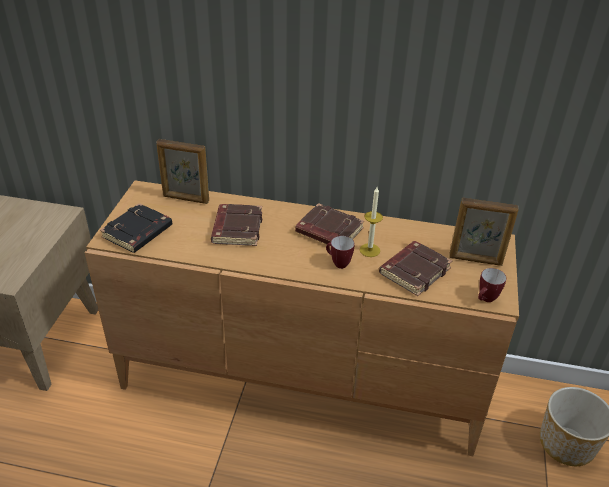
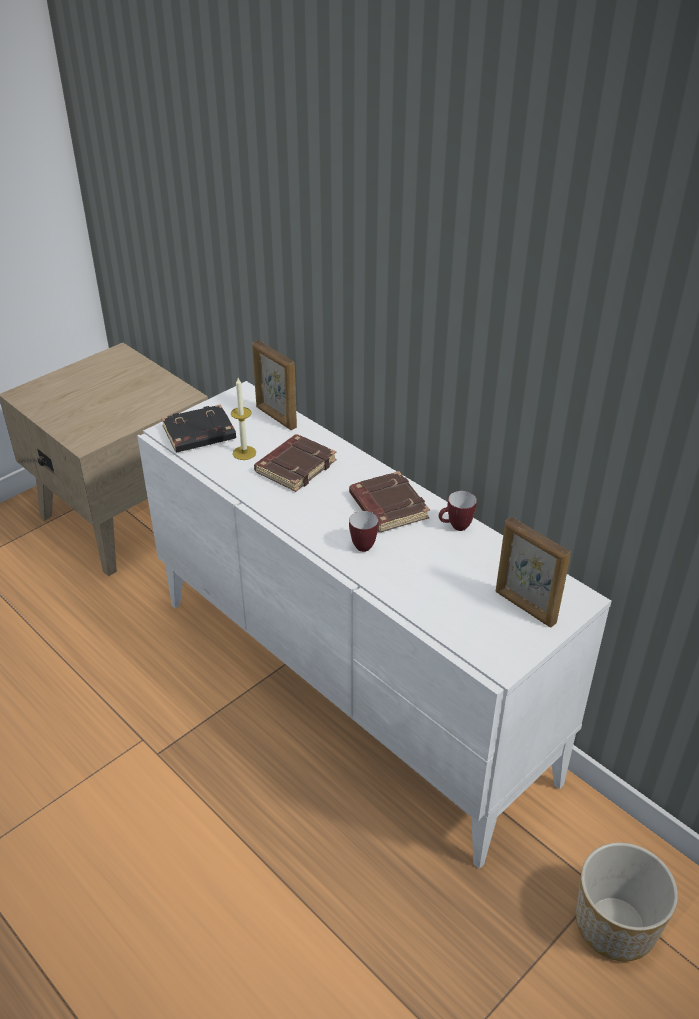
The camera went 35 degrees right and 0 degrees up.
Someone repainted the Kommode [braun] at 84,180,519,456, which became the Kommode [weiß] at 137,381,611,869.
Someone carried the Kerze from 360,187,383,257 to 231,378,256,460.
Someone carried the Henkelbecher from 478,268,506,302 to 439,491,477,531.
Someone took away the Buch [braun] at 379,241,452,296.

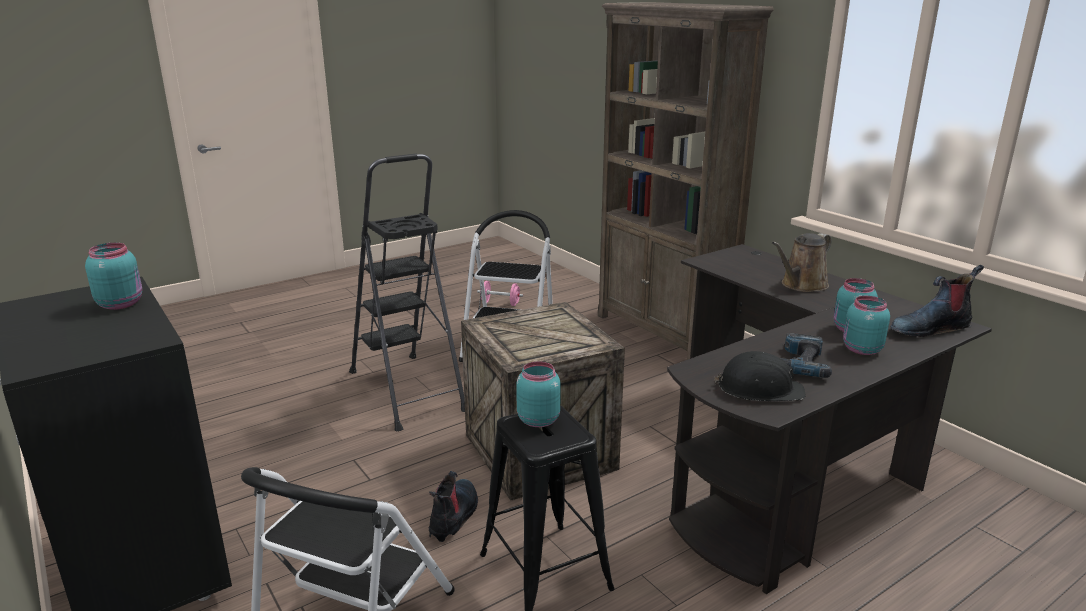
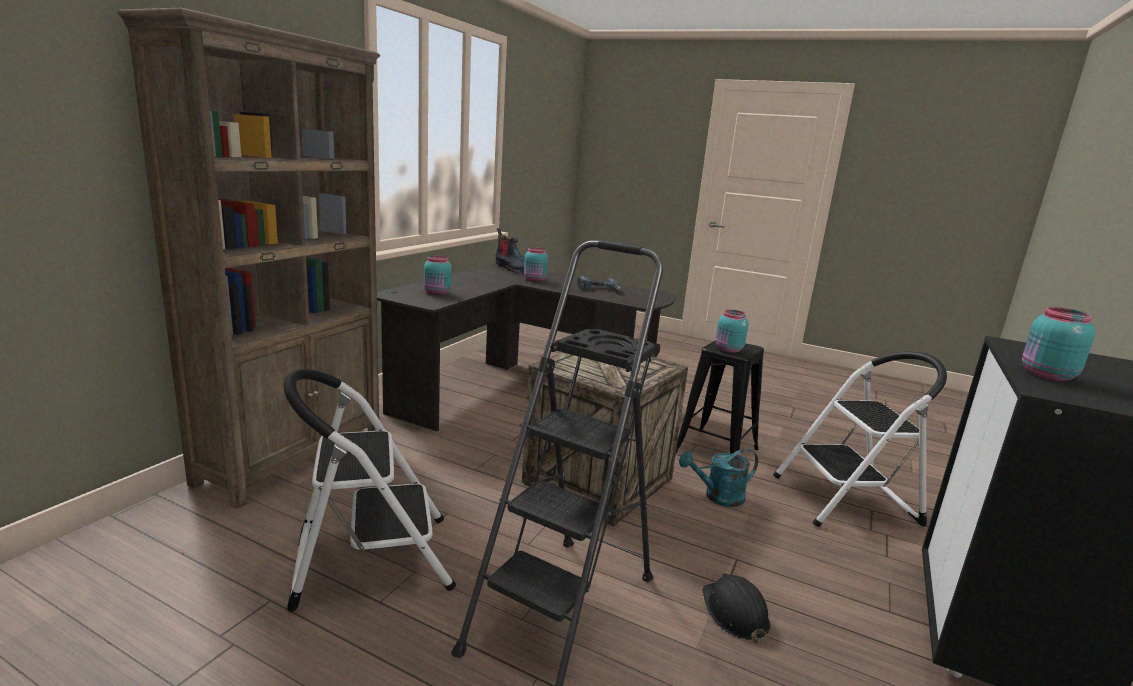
The camera went 120 degrees left and 5 degrees down.
Someone carried the Vorratsglas [türkis] from 843,296,890,355 to 424,255,452,295.
Someone swapped the Stiefel at 429,471,478,542 for the Gießkanne [türkis] at 679,449,758,507.
Someone carried the Schutzhelm [schwarz] from 714,351,805,401 to 702,574,770,644.
Someone took away the Hantel [rosa] at 477,281,523,306.
Someone took away the Gießkanne [braun] at 772,233,832,292.

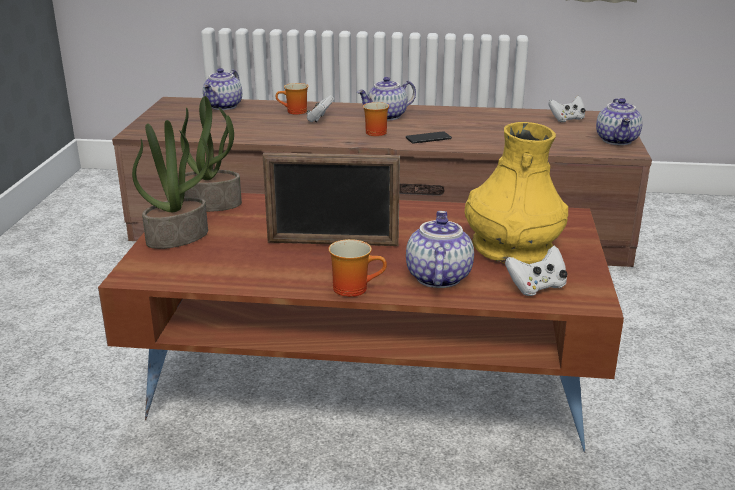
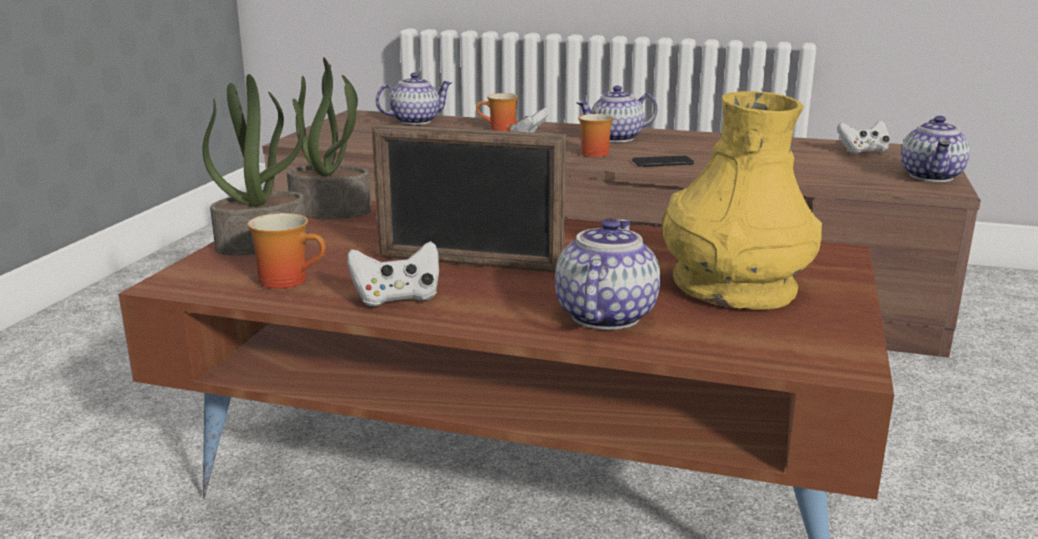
The camera went 10 degrees right and 5 degrees down.
Someone carried the Henkelbecher from 328,239,387,297 to 247,213,326,289.
Someone carried the Gamepad [weiß] from 505,246,567,296 to 347,241,439,306.
Someone rotated the Teekanne at 203,68,242,110 by 150 degrees counterclockwise.

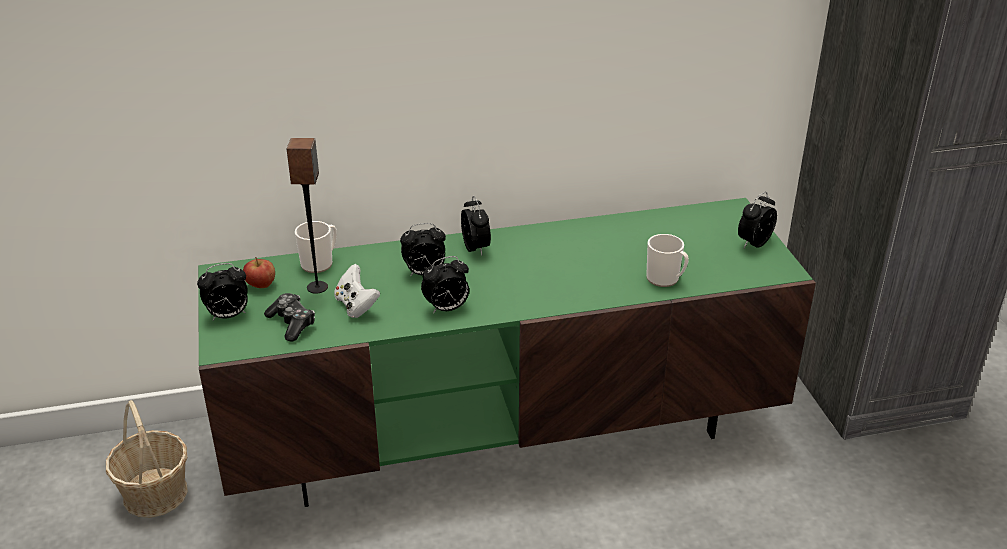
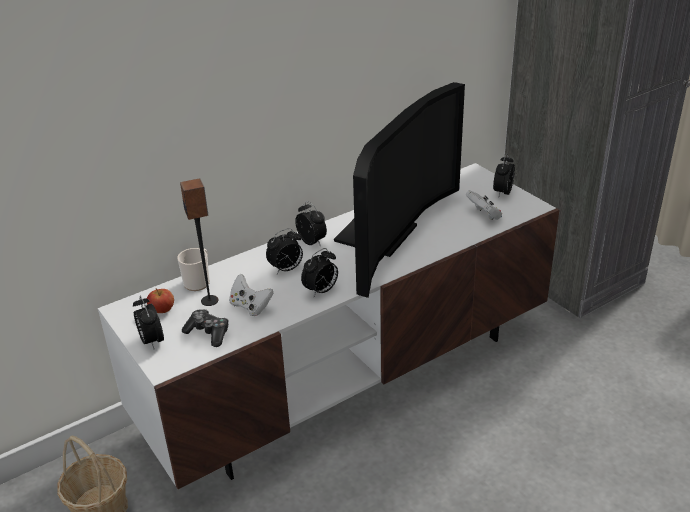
The camera went 20 degrees left and 0 degrees up.
Someone repainted the Fernsehschrank [grün] at 198,198,816,507, which became the Fernsehschrank [weiß] at 98,163,560,489.
Someone rotated the Wecker at 197,263,248,320 by 105 degrees clockwise.
Someone put down the Fernseher at 334,82,465,298.
Someone put down the Gamepad [weiß] at 466,190,502,220.
Someone took away the Henkelbecher at 646,234,689,287.

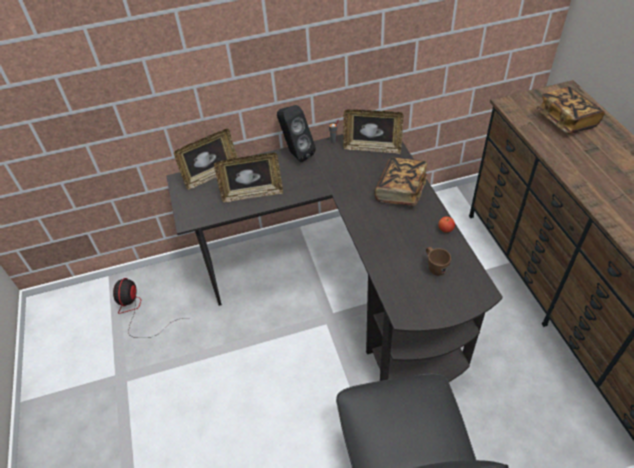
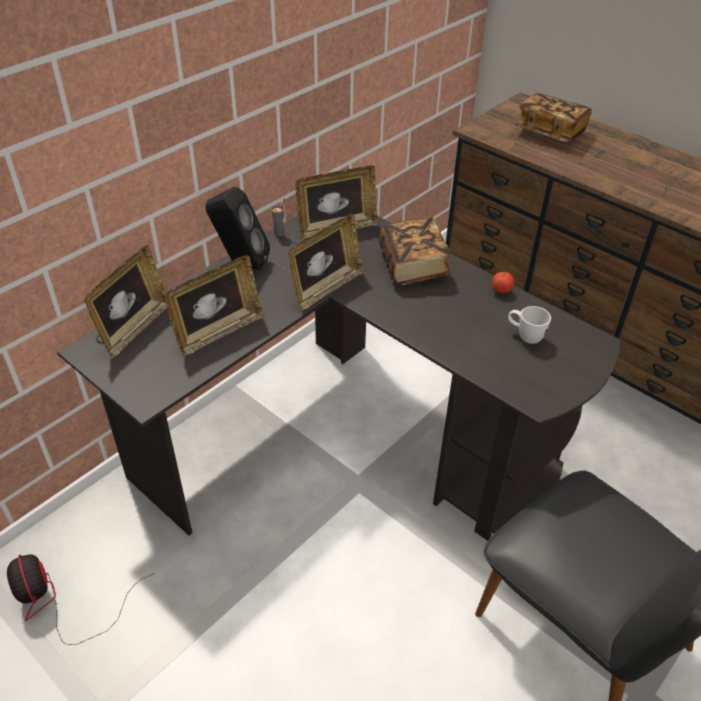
The camera went 35 degrees left and 5 degrees down.
Someone put down the Bilderrahmen at 288,213,364,311.
Someone repainted the Henkelbecher [braun] at 426,247,451,276, which became the Henkelbecher [weiß] at 508,306,551,344.

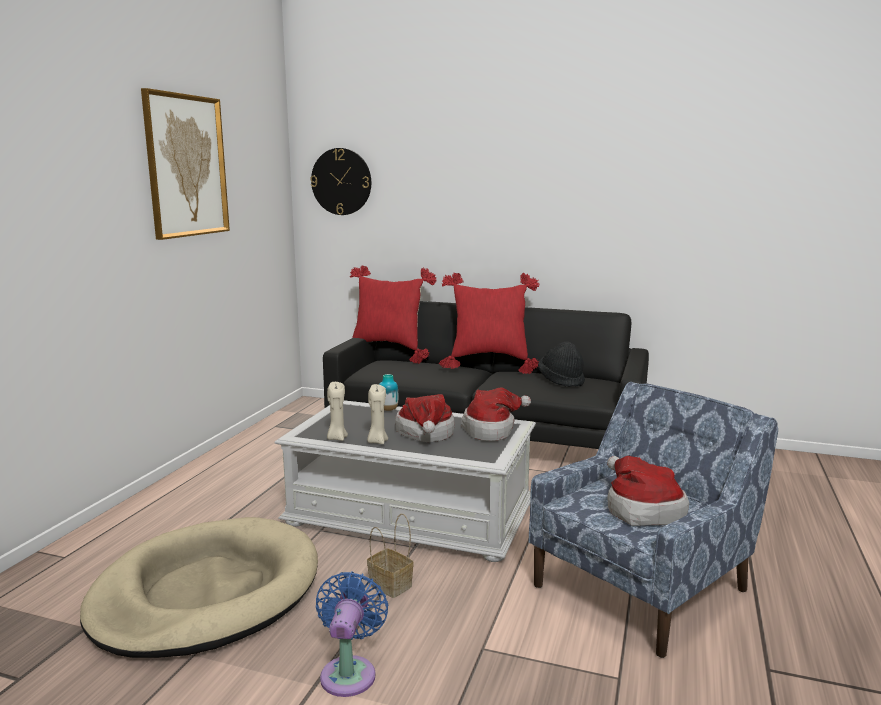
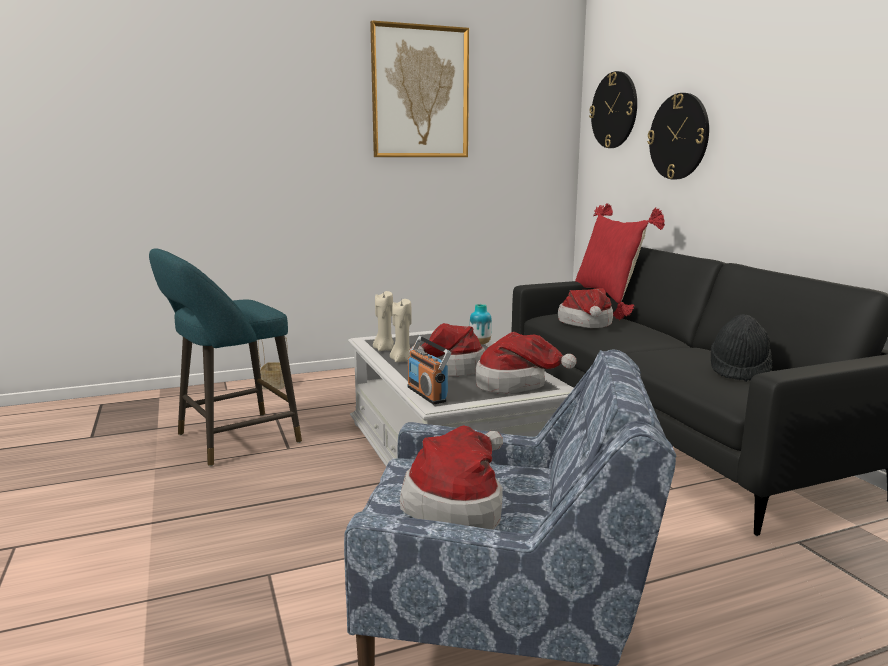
The camera went 50 degrees right and 0 degrees up.
Someone swapped the Hundebett [beige] at 80,517,318,658 for the Hocker [türkis] at 149,248,302,467.
Someone carried the Korb from 367,514,414,598 to 258,337,288,390.
Someone put down the Radio at 408,336,451,404.
Someone put down the Hut at 558,288,613,328.
Someone put up the Wanduhr at 647,93,709,179.
Someone took away the Ventilator [blau] at 316,571,388,697.
Someone took away the Kissen [rot] at 439,273,540,374.

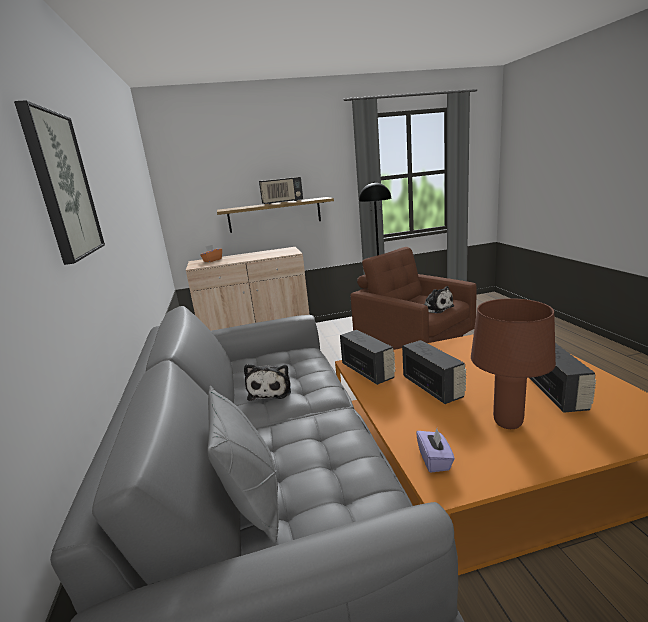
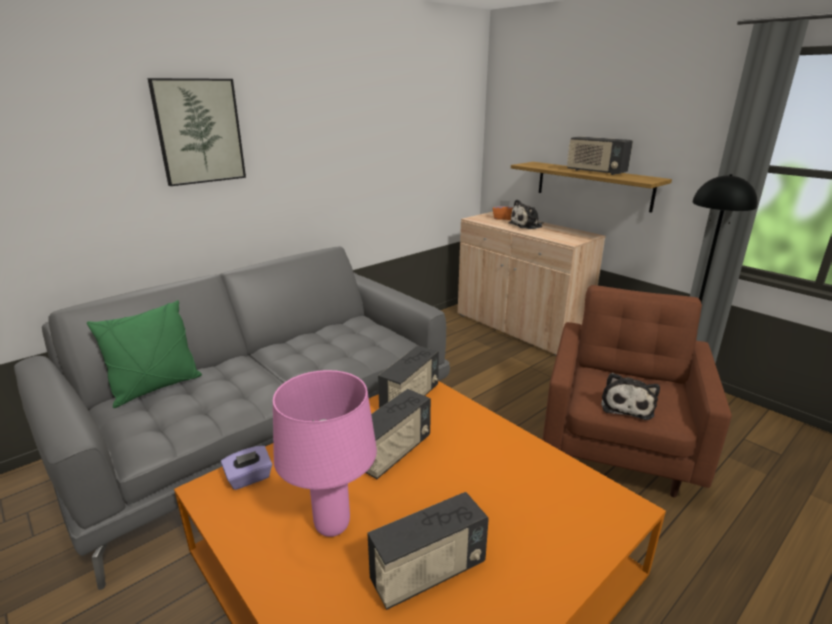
The camera went 60 degrees right and 5 degrees up.
Someone repainted the Kissen [grau] at 207,386,279,544, which became the Kissen [grün] at 87,300,202,408.
Someone repainted the Tischlampe [braun] at 471,298,556,429, which became the Tischlampe [rosa] at 273,370,377,537.
Someone carried the Plüschtier from 244,364,291,401 to 509,199,544,229.

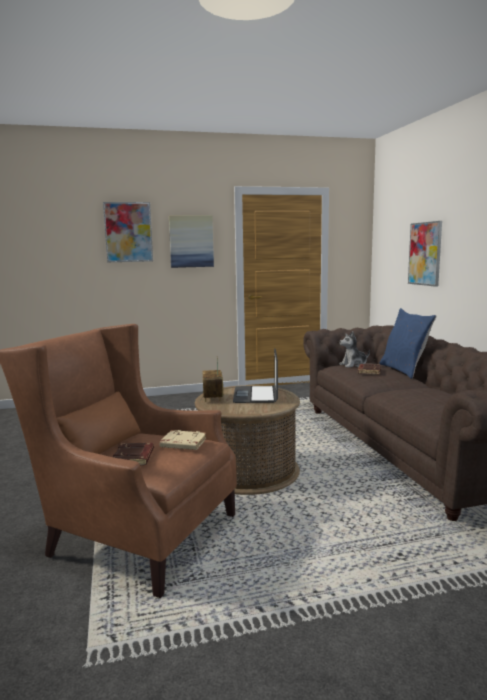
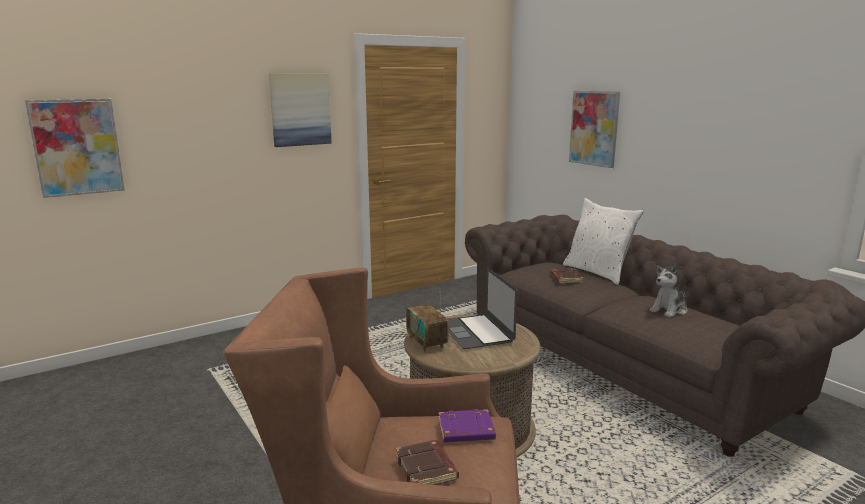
The camera went 20 degrees left and 5 degrees up.
Someone carried the Bild from 103,202,153,262 to 25,99,125,198.
Someone repainted the Buch [beige] at 160,430,207,450, which became the Buch [lila] at 438,409,496,443.
Someone repainted the Kissen [blau] at 379,308,436,379, which became the Kissen [weiß] at 563,198,644,285.
Someone carried the Plüschtier from 339,331,370,368 to 649,263,688,318.

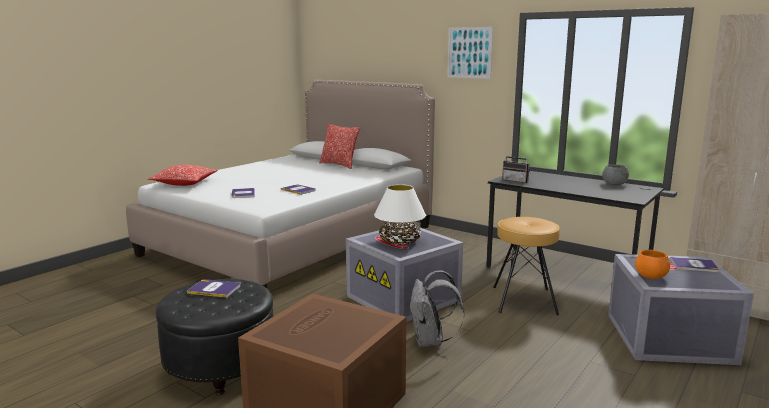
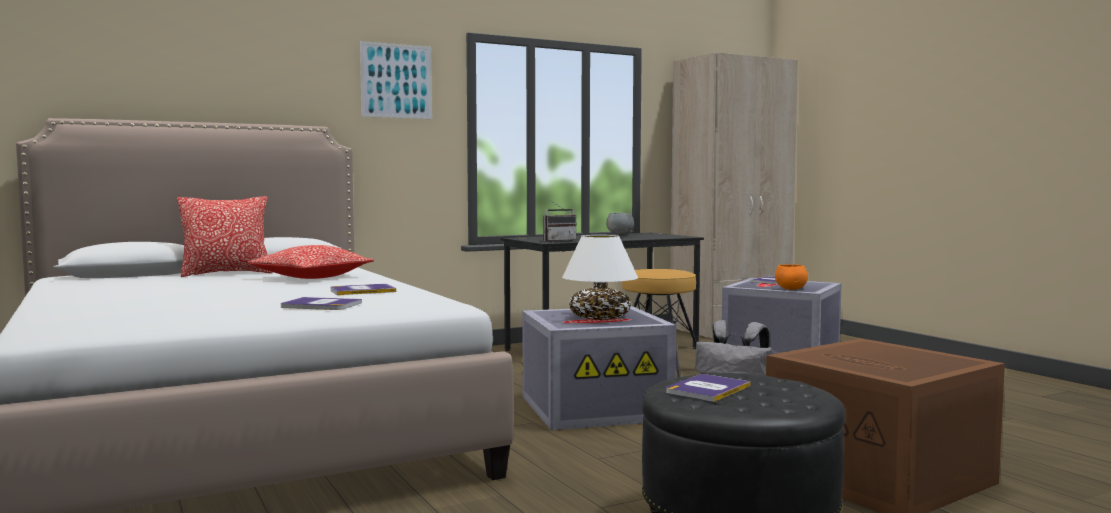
The camera went 65 degrees left and 10 degrees down.
Someone carried the Kissen from 148,165,218,186 to 248,245,374,279.

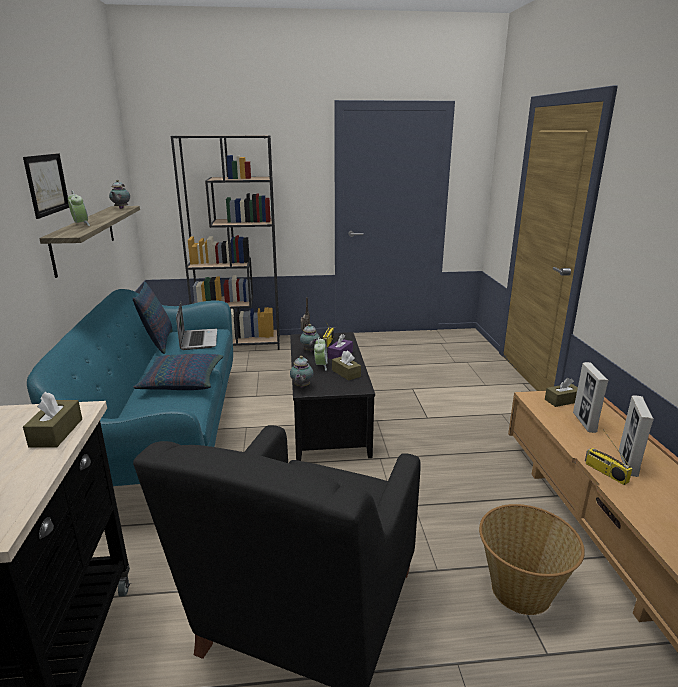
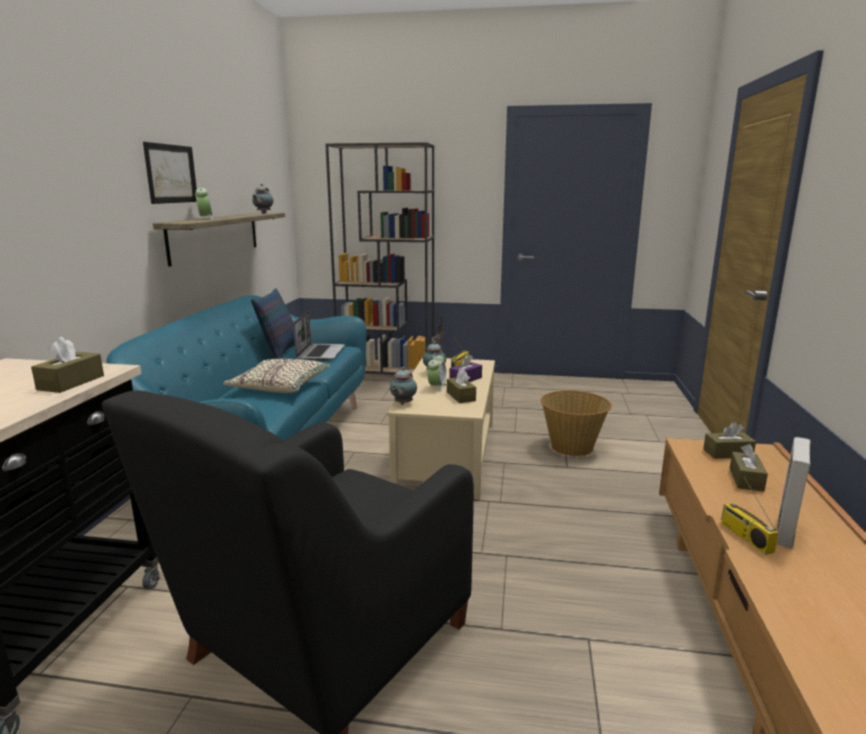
The camera went 15 degrees right and 5 degrees down.
Someone repainted the Kissen [blau] at 133,354,223,390, which became the Kissen [beige] at 223,359,330,393.
Someone repainted the Couchtisch [schwarz] at 290,332,375,461, which became the Couchtisch [beige] at 387,357,495,500.
Someone carried the Korb from 479,504,585,615 to 540,390,612,456.
Someone swapped the Bilderrahmen at 573,362,609,433 for the Taschentuchbox [braun] at 730,444,768,492.

